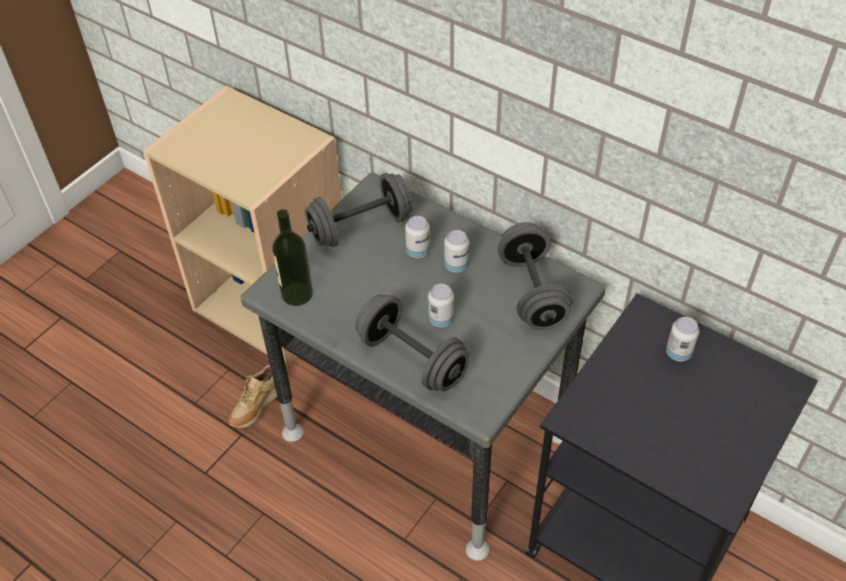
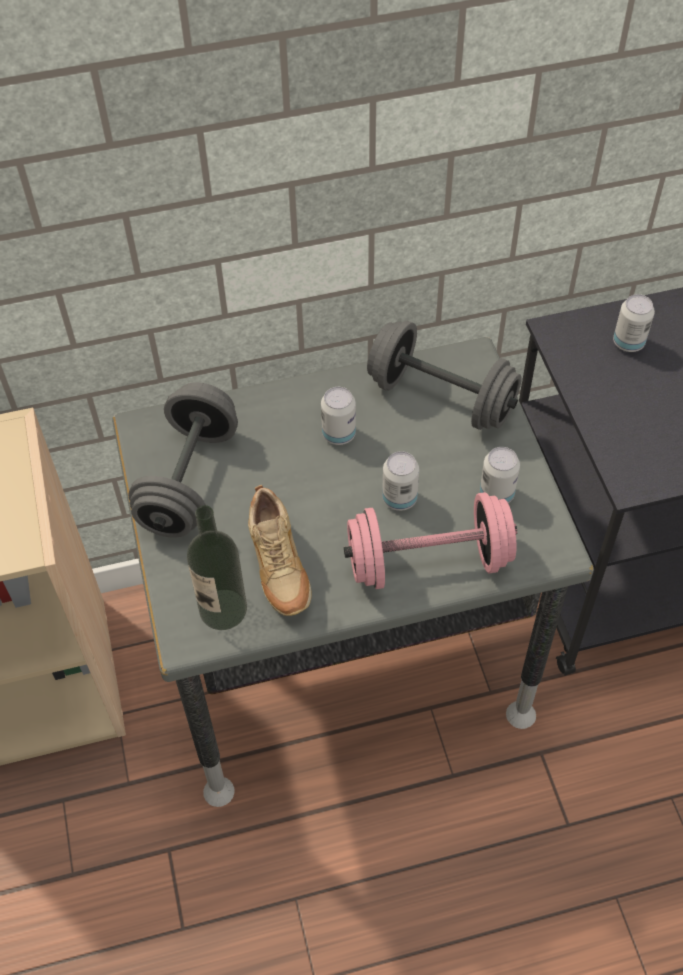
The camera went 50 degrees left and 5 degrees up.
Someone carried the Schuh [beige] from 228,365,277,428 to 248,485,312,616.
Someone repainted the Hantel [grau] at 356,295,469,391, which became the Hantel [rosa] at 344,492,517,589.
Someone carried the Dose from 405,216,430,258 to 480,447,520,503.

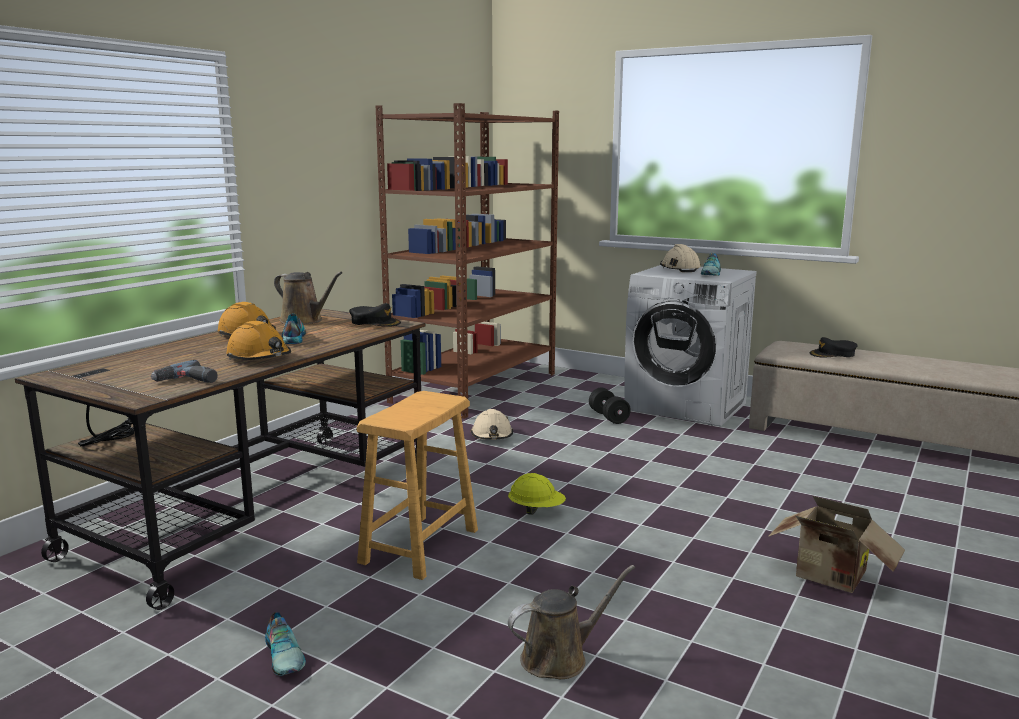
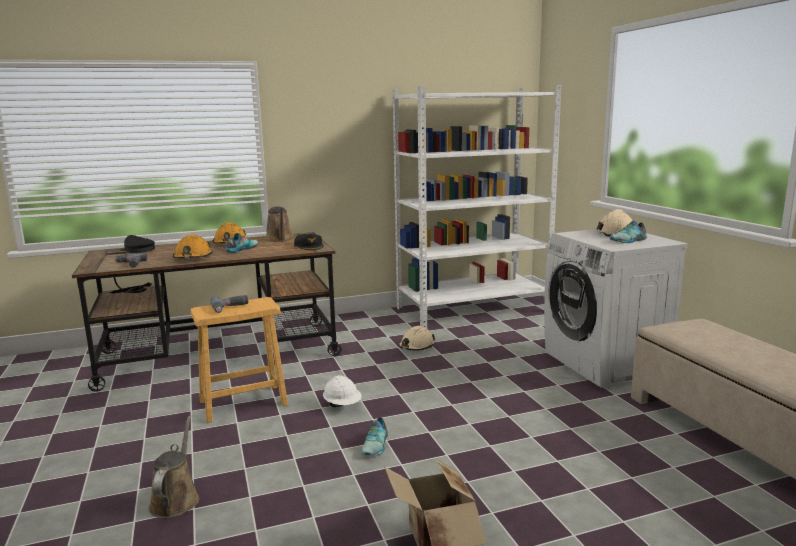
The camera went 40 degrees right and 0 degrees up.
Someone carried the Kappe [schwarz] from 810,337,858,357 to 120,235,155,253.
Someone rotated the Gießkanne [braun] at 508,565,635,679 by 105 degrees counterclockwise.
Someone put down the Bohrmaschine at 210,295,248,313.
Someone repainted the Schutzhelm [gelb] at 508,473,566,515, which became the Schutzhelm [weiß] at 323,375,362,407.
Someone carried the Schuh from 265,612,306,676 to 362,417,388,456.
Someone repainted the Bücherregal [braun] at 376,103,559,419, which became the Bücherregal [weiß] at 393,85,562,328.
Someone took away the Hantel [schwarz] at 589,387,631,424.

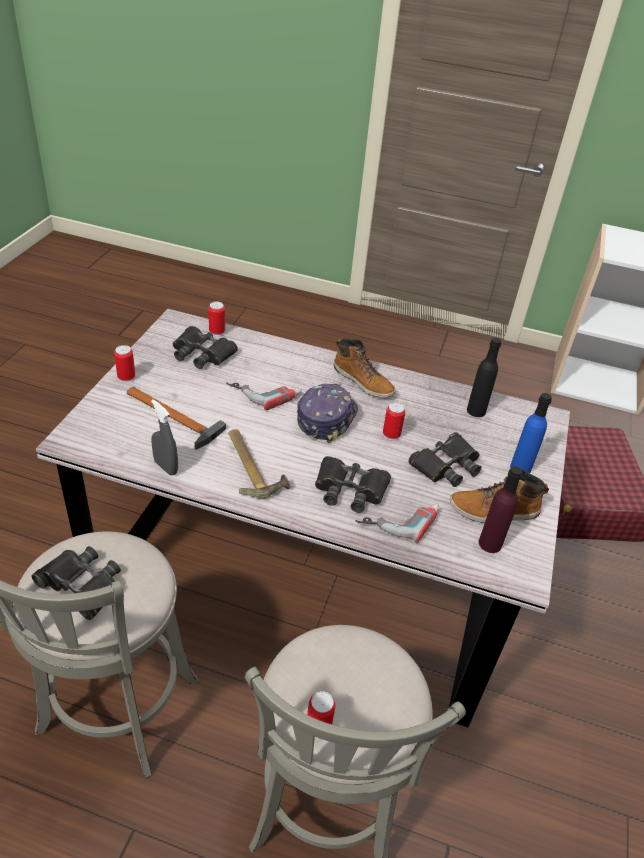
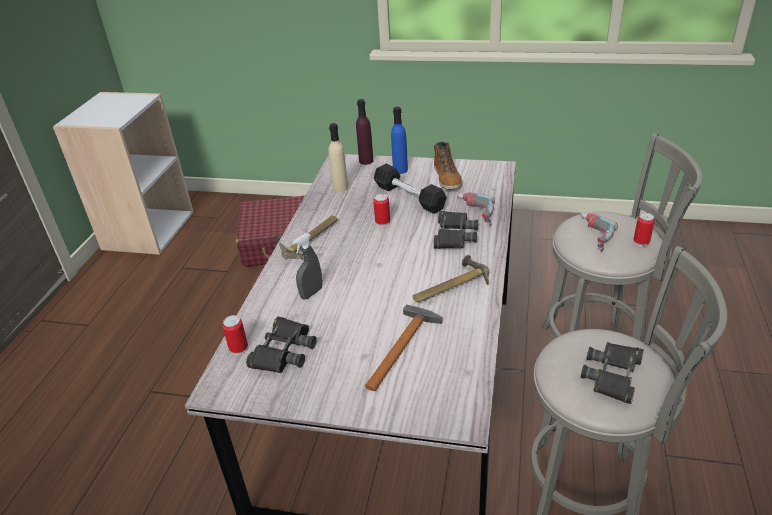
The camera went 90 degrees left and 5 degrees down.
Someone swapped the Stiefel at 334,338,396,398 for the Hammer at 279,215,338,262.
Someone carried the Sprühflasche [grau] from 151,399,178,475 to 293,233,322,300.
Someone repainted the Flasche [schwarz] at 467,338,501,417, which became the Flasche [beige] at 329,123,348,192.
Someone carried the Flasche [lila] from 479,466,523,553 to 356,99,373,165.
Someone swapped the Fernglas [schwarz] at 408,432,482,487 for the Hantel [schwarz] at 374,164,447,214.
Someone carried the Bohrmaschine from 226,382,302,410 to 580,213,618,252.
Someone took away the Dose at 114,345,135,383.
Someone took away the Kappe at 297,383,358,443.

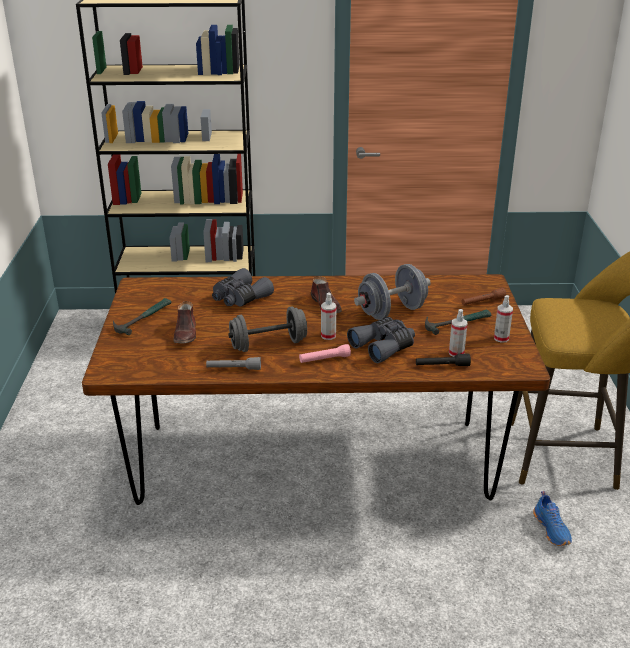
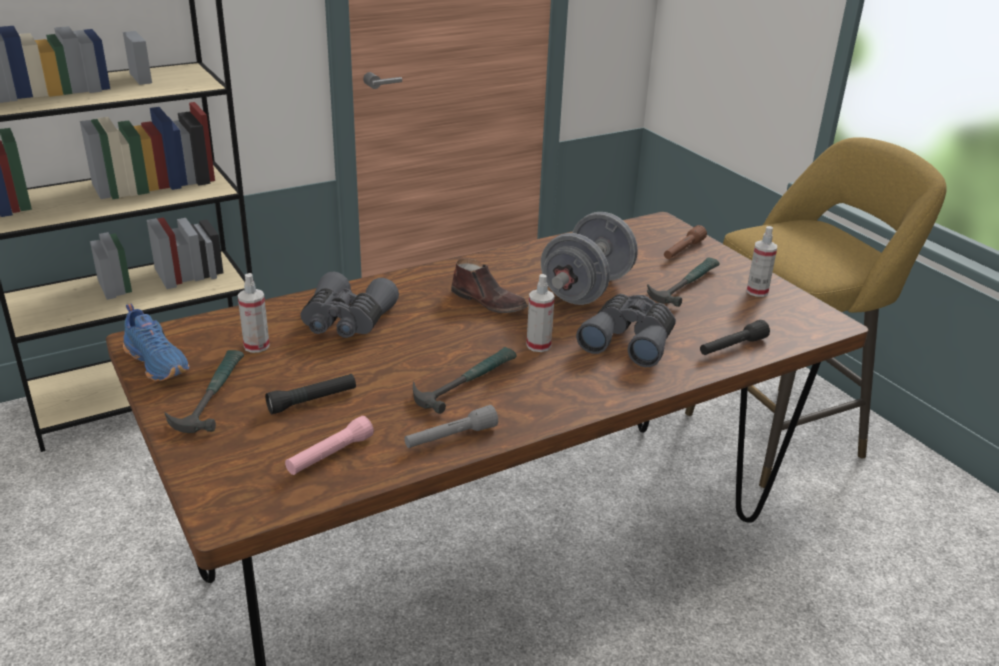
The camera went 30 degrees left and 0 degrees up.
Someone carried the Schuh [blau] from 533,491,572,546 to 123,303,190,381.
Someone carried the Sprühflasche from 449,309,468,357 to 238,273,270,353.
Someone swapped the Schuh [braun] at 174,301,196,343 for the Taschenlampe [schwarz] at 265,374,356,414.
Someone carried the Taschenlampe [rosa] from 299,344,351,363 to 285,416,374,475.
Someone swapped the Hantel [grau] at 228,306,307,352 for the Hammer at 413,347,517,414.

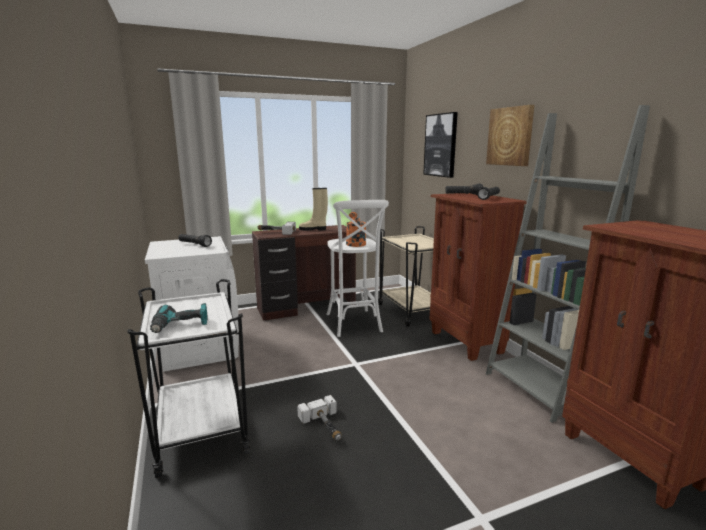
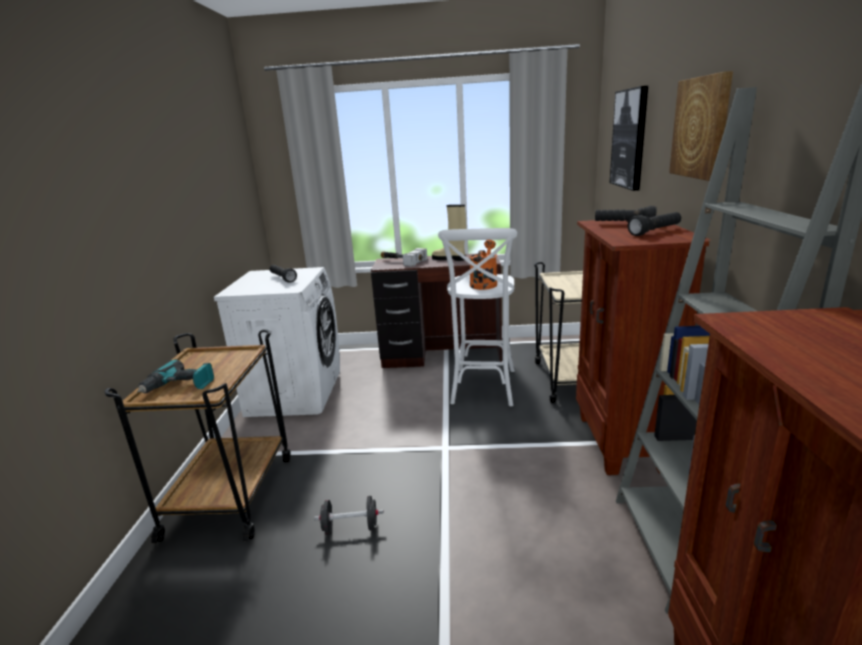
The camera went 25 degrees right and 5 degrees up.
Someone repainted the Rollwagen [weiß] at 127,279,250,478, which became the Rollwagen [braun] at 105,329,291,543.
Someone swapped the Hammer at 297,395,342,441 for the Hantel [schwarz] at 314,496,384,535.

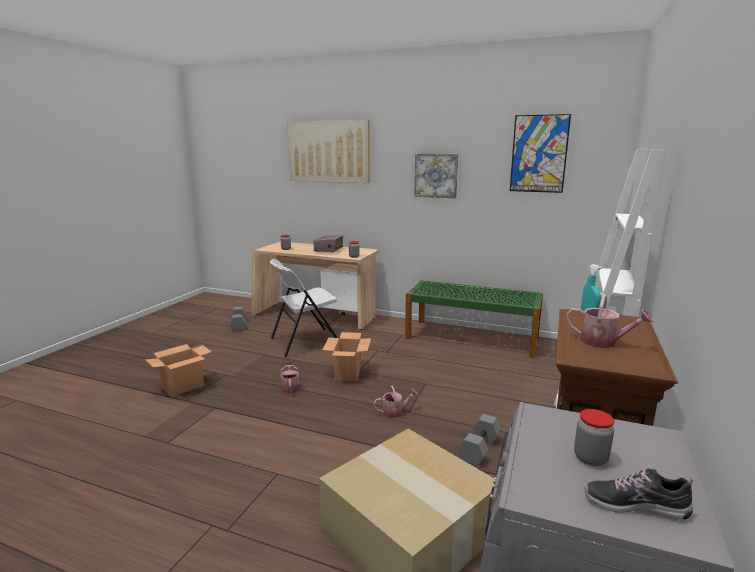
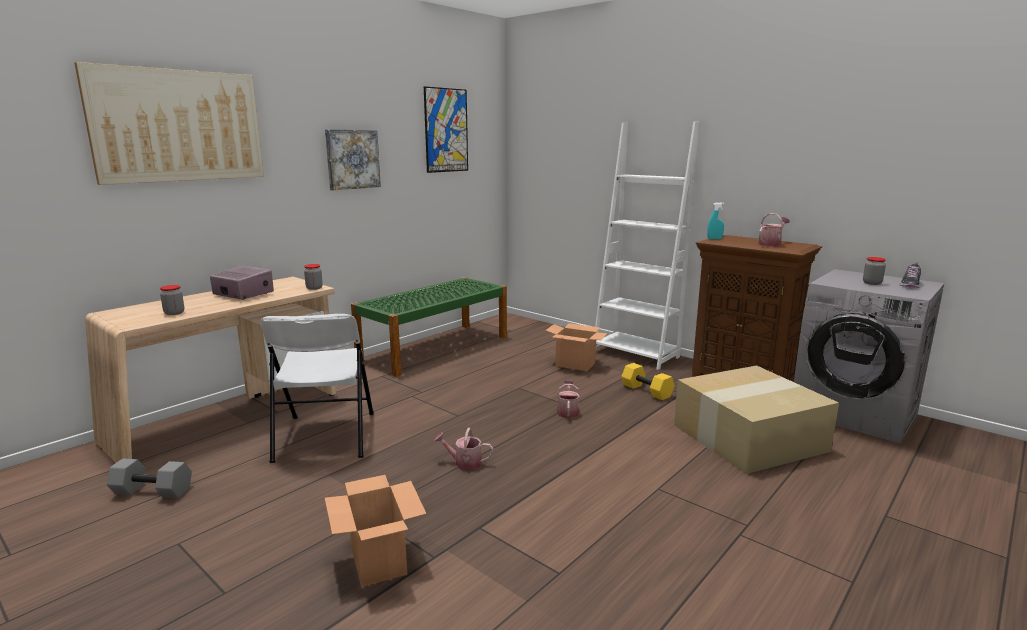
The camera went 70 degrees left and 0 degrees up.
Someone carried the Karton from 322,332,371,381 to 545,323,608,371.
Someone repainted the Hantel [grau] at 458,414,501,466, which became the Hantel [gelb] at 621,363,675,400.

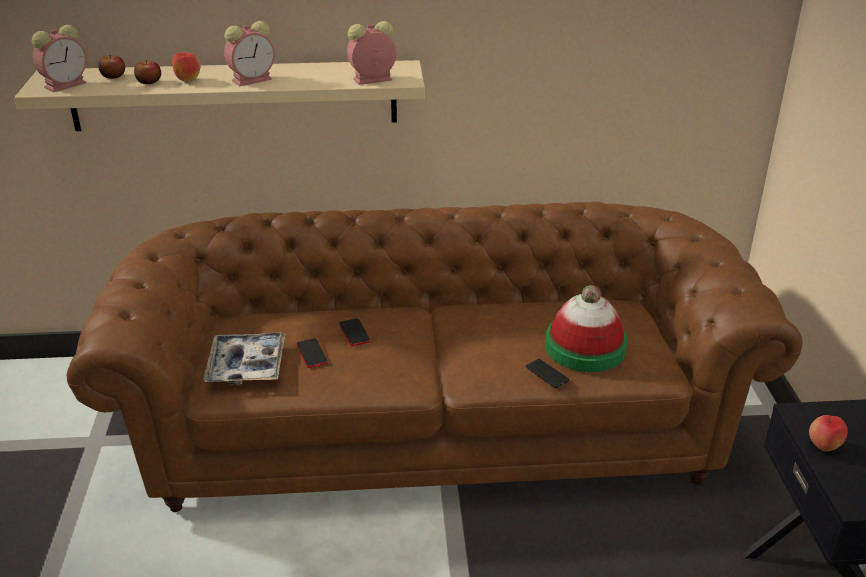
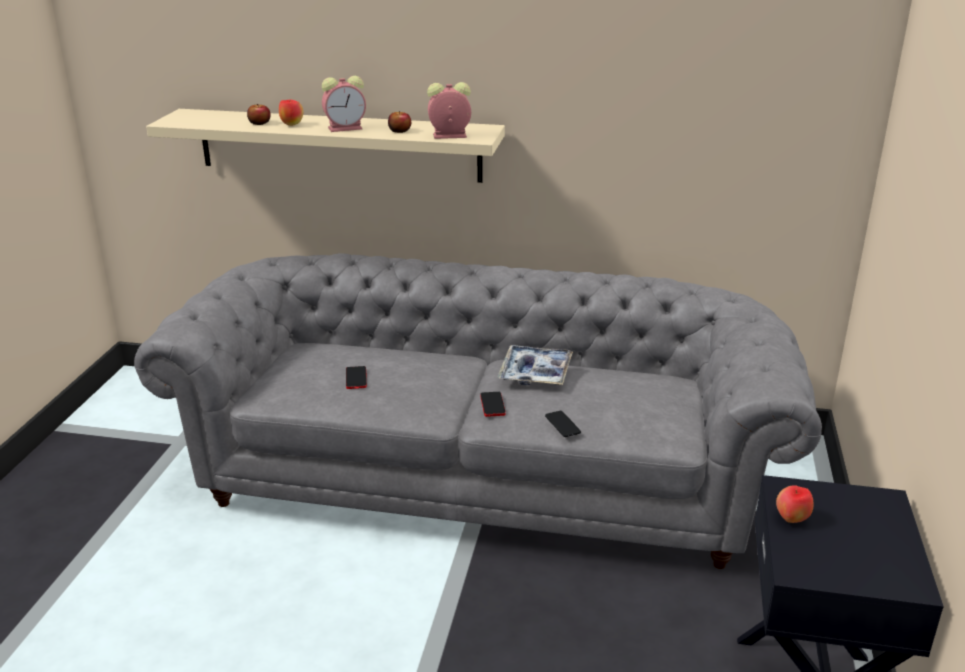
The camera went 15 degrees right and 5 degrees down.
Someone repainted the Sofa [braun] at 67,202,803,512, which became the Sofa [grau] at 134,253,822,569.
Someone carried the Apfel from 98,55,125,79 to 388,111,411,133.
Someone carried the Handy from 339,318,370,346 to 480,392,506,417.
Someone carried the Tablett from 203,333,285,385 to 498,345,573,385.
Someone took away the Wecker at 32,25,87,92.
Someone took away the Hut at 545,285,628,372.

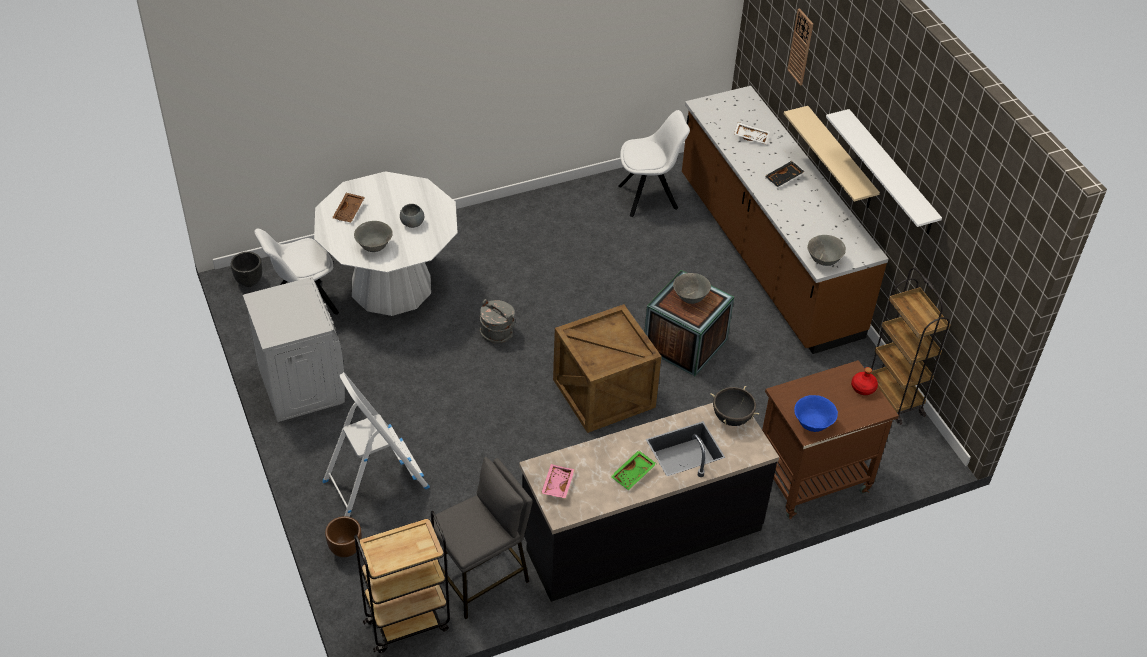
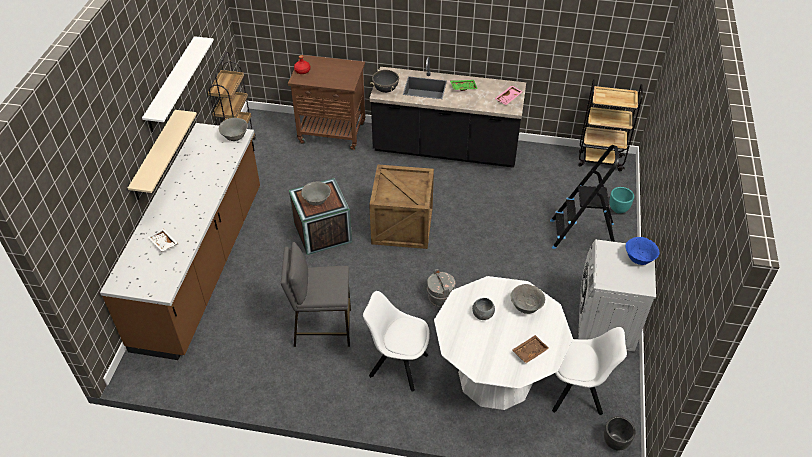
The camera went 145 degrees left and 0 degrees up.
Someone carried the Hocker [grau] from 429,457,533,619 to 281,242,351,347.
Someone carried the Stuhl [weiß] from 618,110,690,217 to 363,291,430,391.
Someone repainted the Trittleiter [weiß] at 322,372,430,517, which became the Trittleiter [schwarz] at 550,145,619,249.
Someone repainted the Pflanzkübel [braun] at 325,516,362,557, which became the Pflanzkübel [türkis] at 609,187,634,214.
Someone carried the Schüssel [blau] from 794,395,838,432 to 625,237,659,265.
Someone took away the Tablett [schwarz] at 765,161,804,187.
Someone took away the Wanduhr at 787,8,813,86.

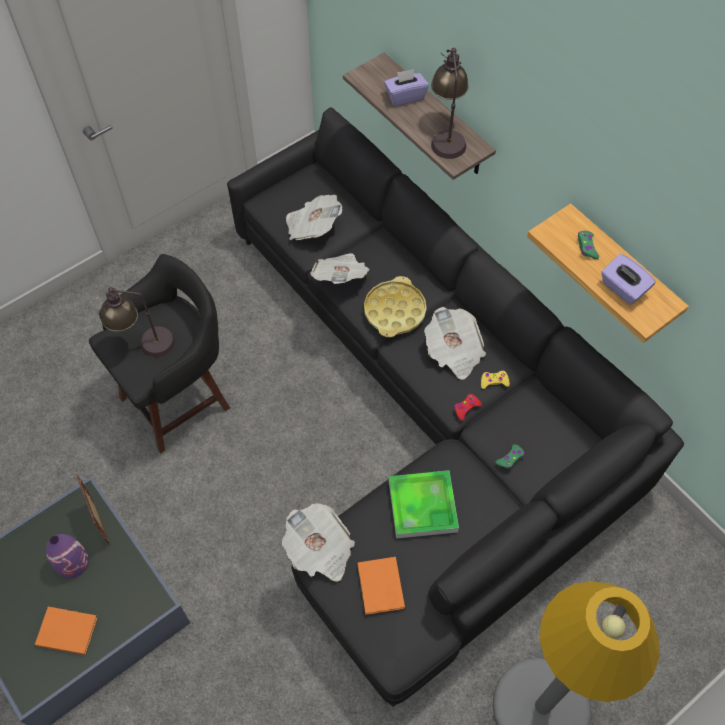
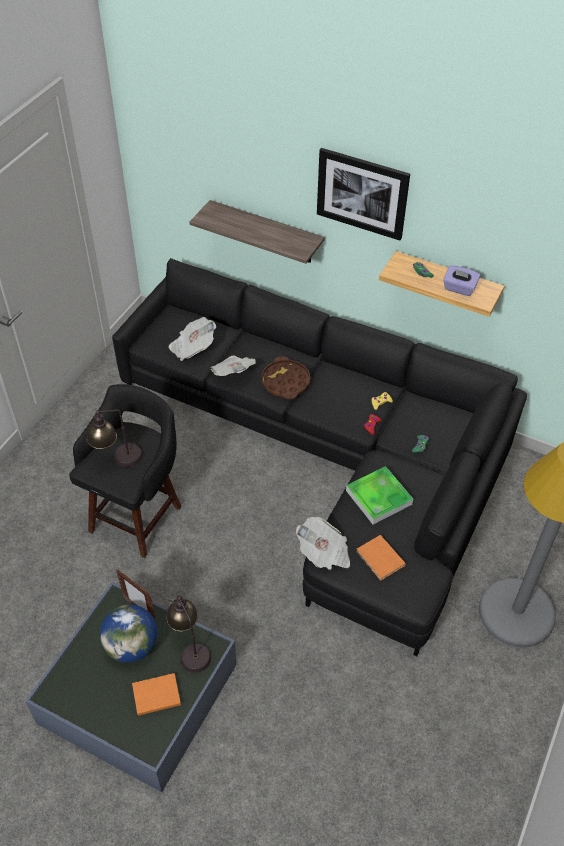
The camera went 25 degrees left and 10 degrees down.
Someone swapped the Vase [lila] at 46,534,89,579 for the Globus at 100,604,157,663.
Someone carried the Tischlampe from 431,48,468,159 to 166,596,211,673.
Someone repainted the Tablett [gelb] at 364,276,427,338, which became the Tablett [braun] at 261,356,311,399.
Someone put up the Bild at 317,148,410,241.
Someone took away the Taschentuchbox [lila] at 384,69,429,106.
Someone took away the Zeitung at 424,307,486,380.

